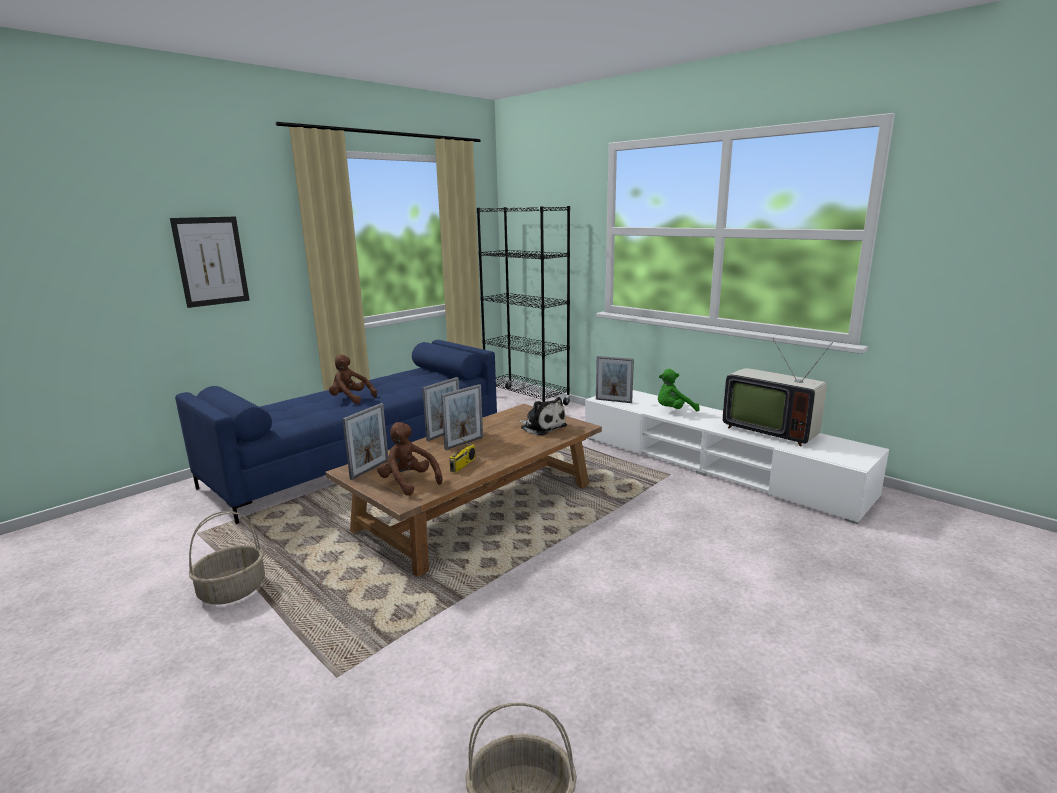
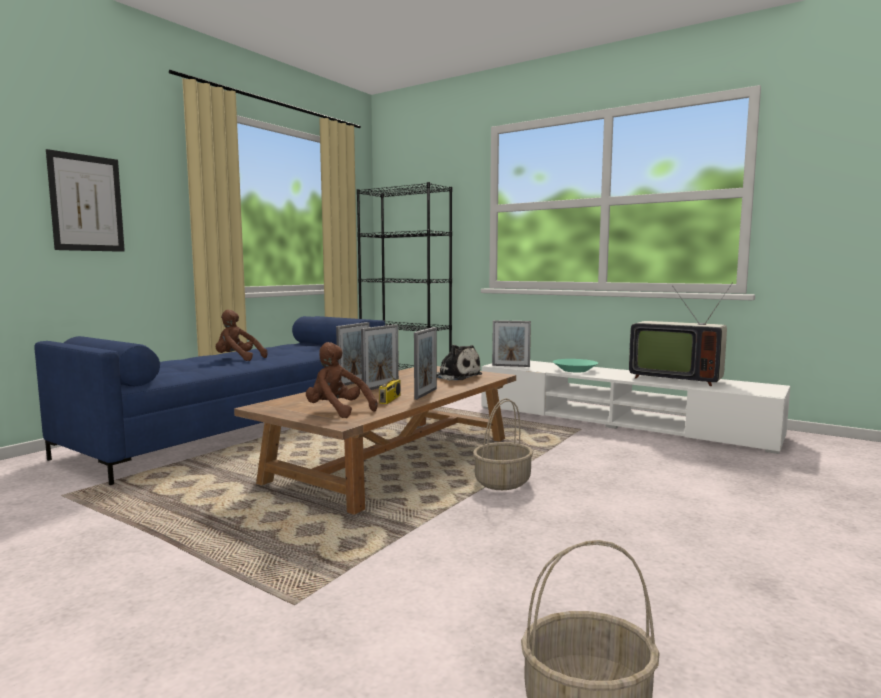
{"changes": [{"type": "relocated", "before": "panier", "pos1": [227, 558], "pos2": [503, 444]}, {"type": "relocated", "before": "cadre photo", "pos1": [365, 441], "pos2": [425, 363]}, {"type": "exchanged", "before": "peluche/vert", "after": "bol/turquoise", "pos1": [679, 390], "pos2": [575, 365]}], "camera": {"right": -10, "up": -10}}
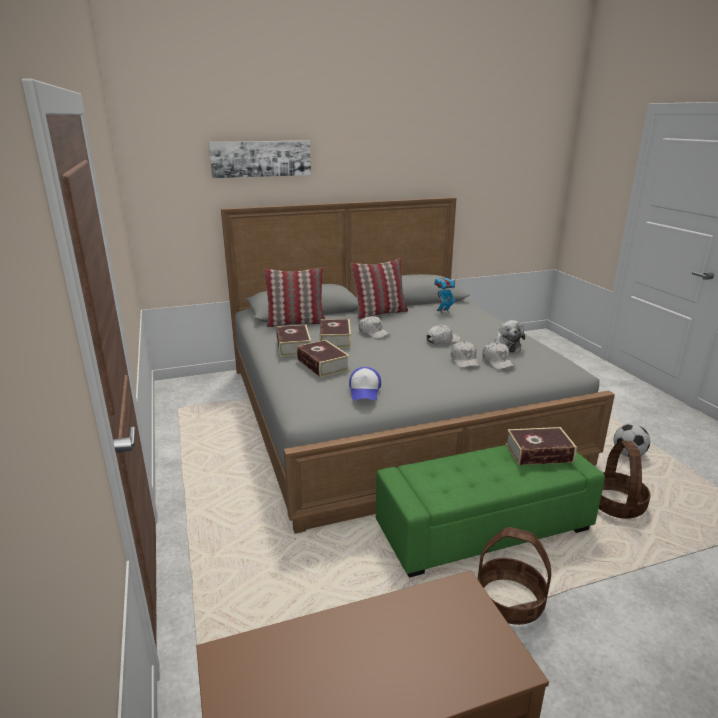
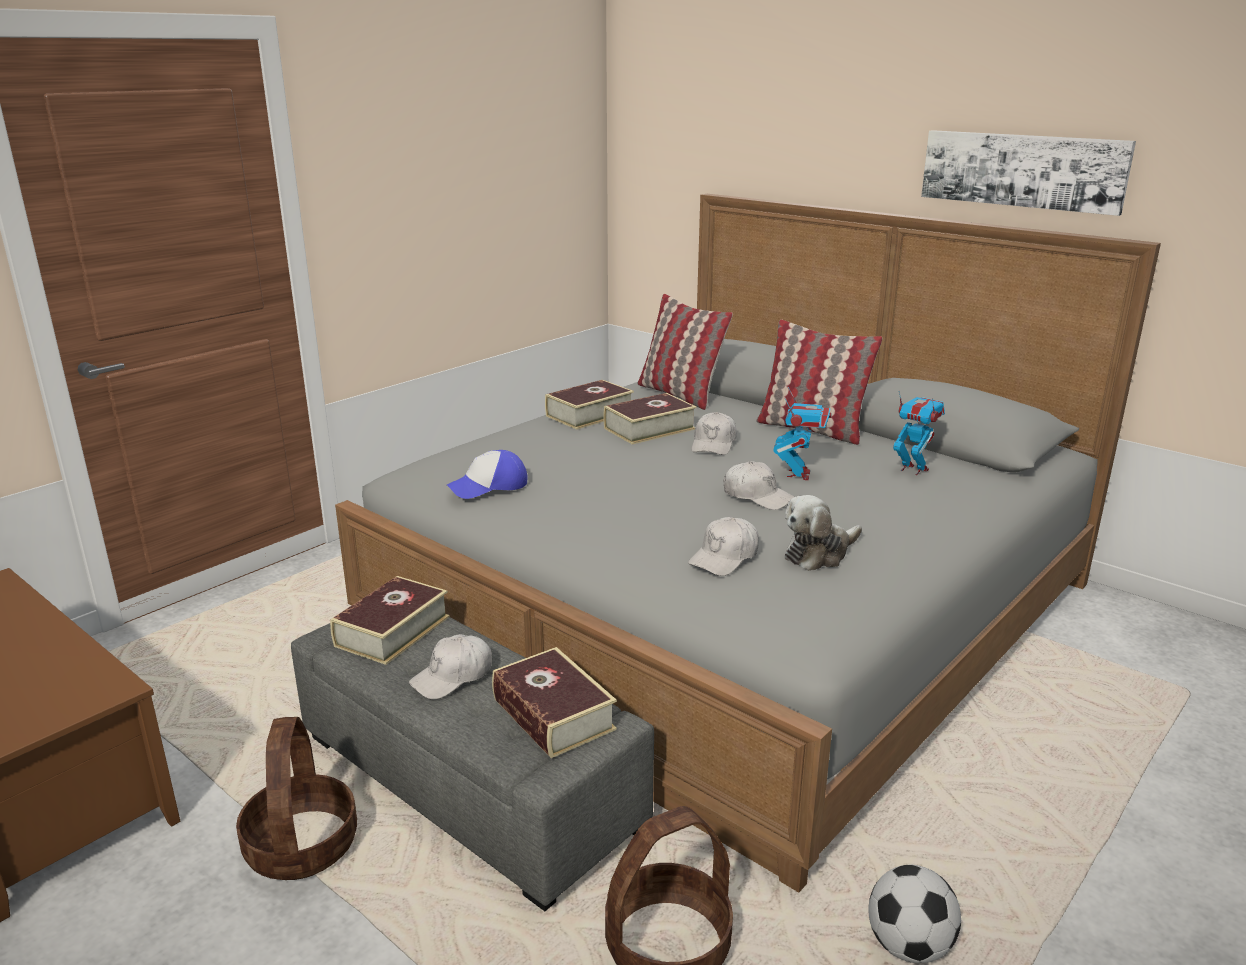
{"changes": [{"type": "appeared", "after": "robot jouet", "pos2": [803, 433]}, {"type": "relocated", "before": "tableau", "pos1": [259, 159], "pos2": [1028, 173]}, {"type": "relocated", "before": "livre", "pos1": [323, 359], "pos2": [390, 620]}, {"type": "relocated", "before": "casquette/blanc", "pos1": [465, 354], "pos2": [450, 667]}, {"type": "colour", "before": "pouf/vert", "after": "pouf/gris", "pos1": [490, 511], "pos2": [472, 764]}], "camera": {"right": 60, "up": 0}}
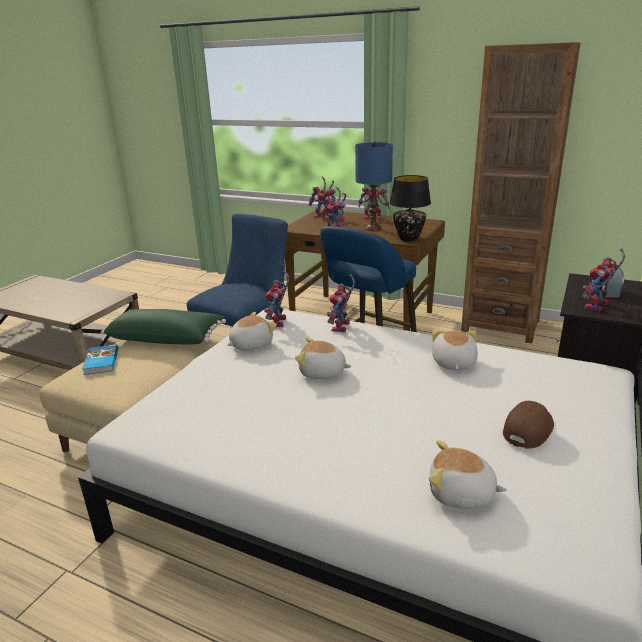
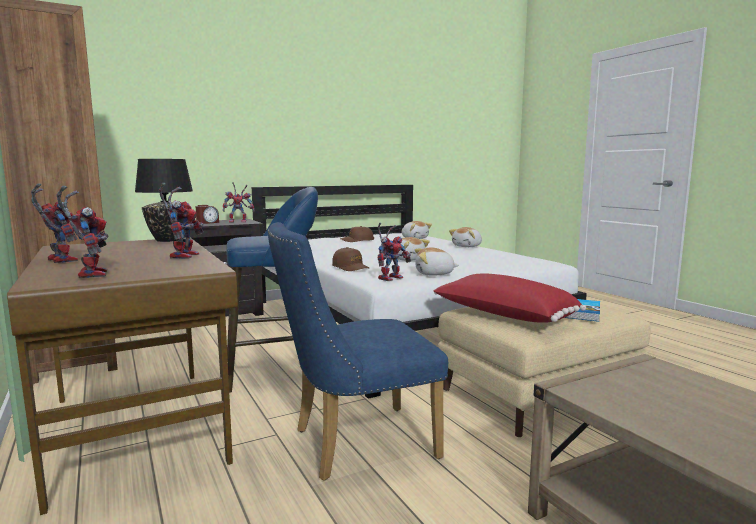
{"changes": [{"type": "missing", "before": "lampe de table/bleu", "pos1": [374, 186]}, {"type": "relocated", "before": "peluche", "pos1": [455, 349], "pos2": [465, 237]}, {"type": "exchanged", "before": "robot jouet", "after": "casquette/marron", "pos1": [341, 303], "pos2": [350, 259]}, {"type": "colour", "before": "coussin/vert", "after": "coussin/rouge", "pos1": [163, 326], "pos2": [510, 298]}], "camera": {"right": -145, "up": -15}}
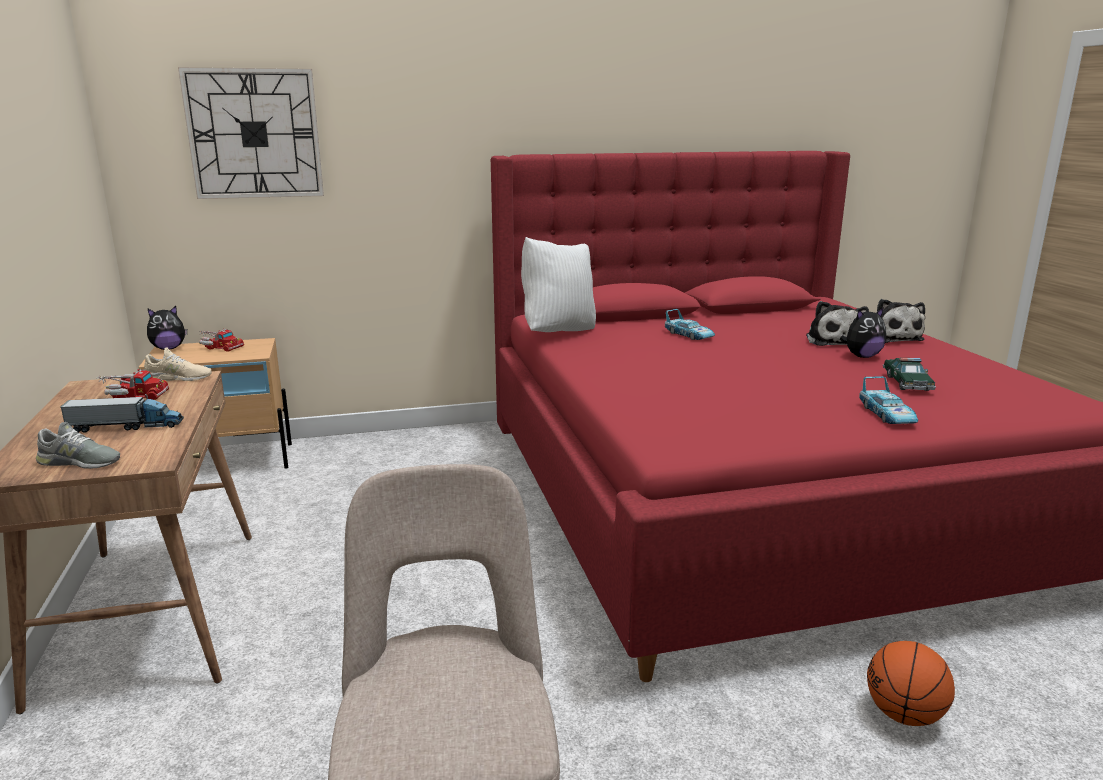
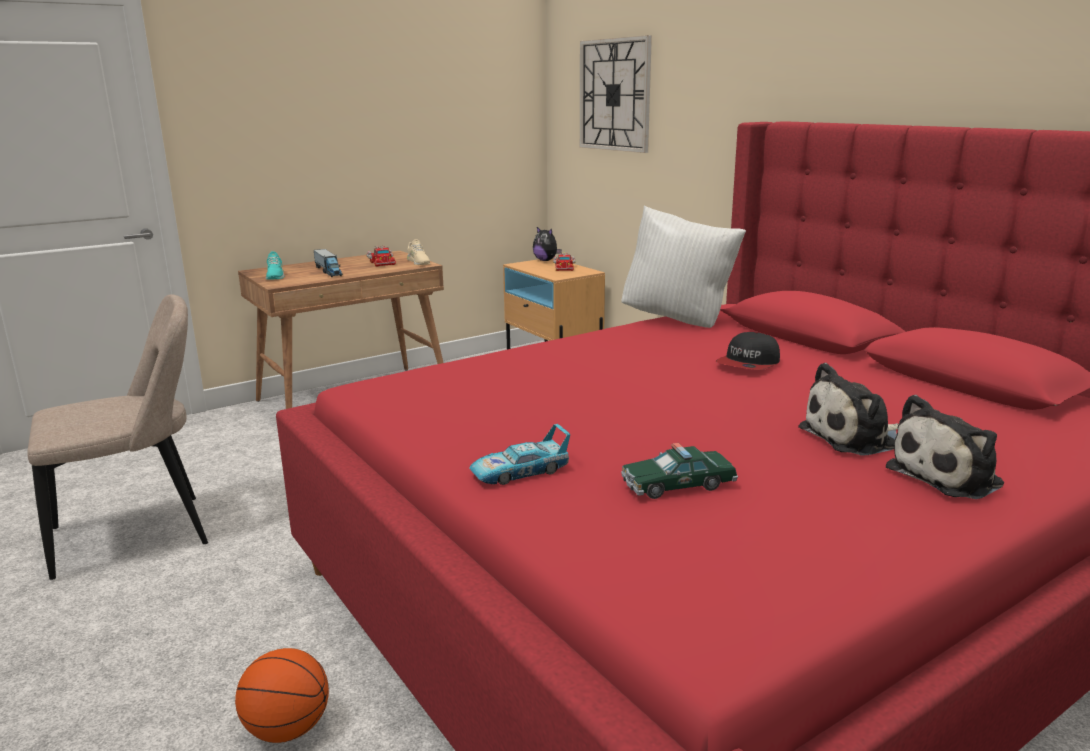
{"changes": [{"type": "missing", "before": "peluche", "pos1": [863, 332]}, {"type": "exchanged", "before": "petite voiture", "after": "casquette", "pos1": [690, 324], "pos2": [748, 351]}, {"type": "colour", "before": "chaussure/gris", "after": "chaussure/turquoise", "pos1": [78, 445], "pos2": [275, 265]}], "camera": {"right": 70, "up": 0}}
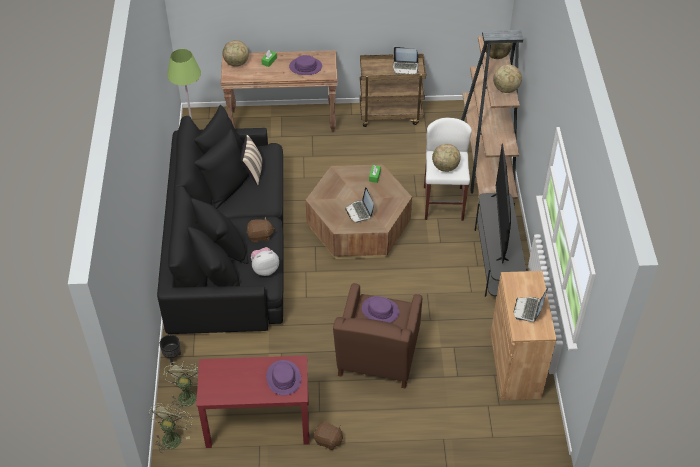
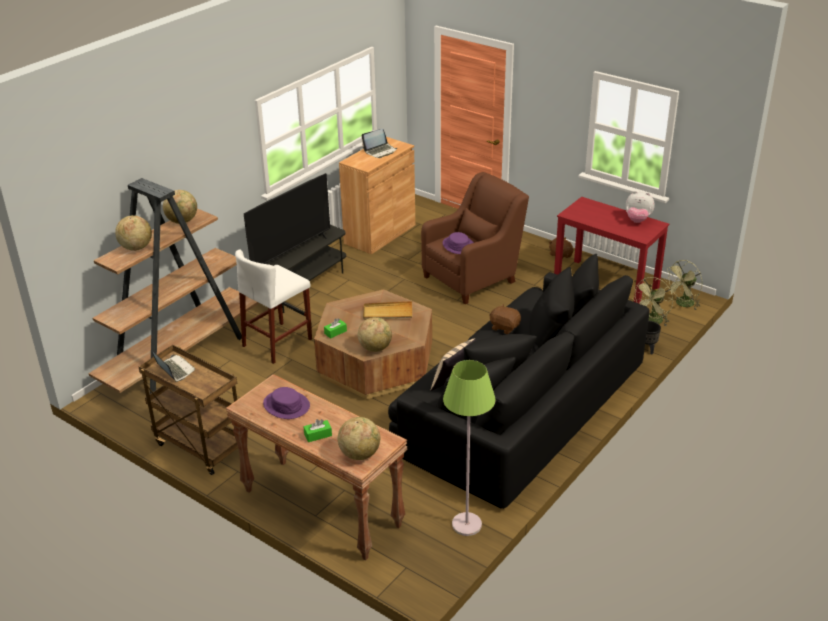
{"changes": [{"type": "missing", "before": "chapeau/violet", "pos1": [283, 377]}, {"type": "relocated", "before": "peluche", "pos1": [265, 261], "pos2": [640, 207]}, {"type": "relocated", "before": "globe", "pos1": [446, 158], "pos2": [375, 334]}, {"type": "exchanged", "before": "ordinateur portable", "after": "plateau/beige", "pos1": [359, 205], "pos2": [387, 310]}], "camera": {"right": -140, "up": -15}}
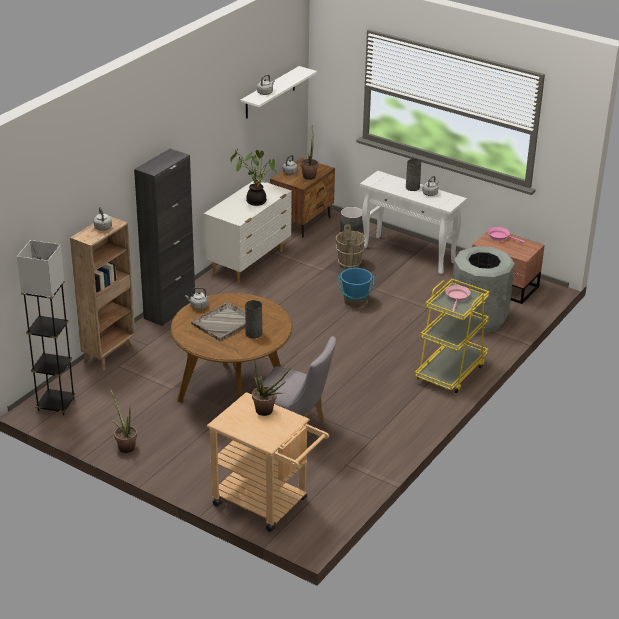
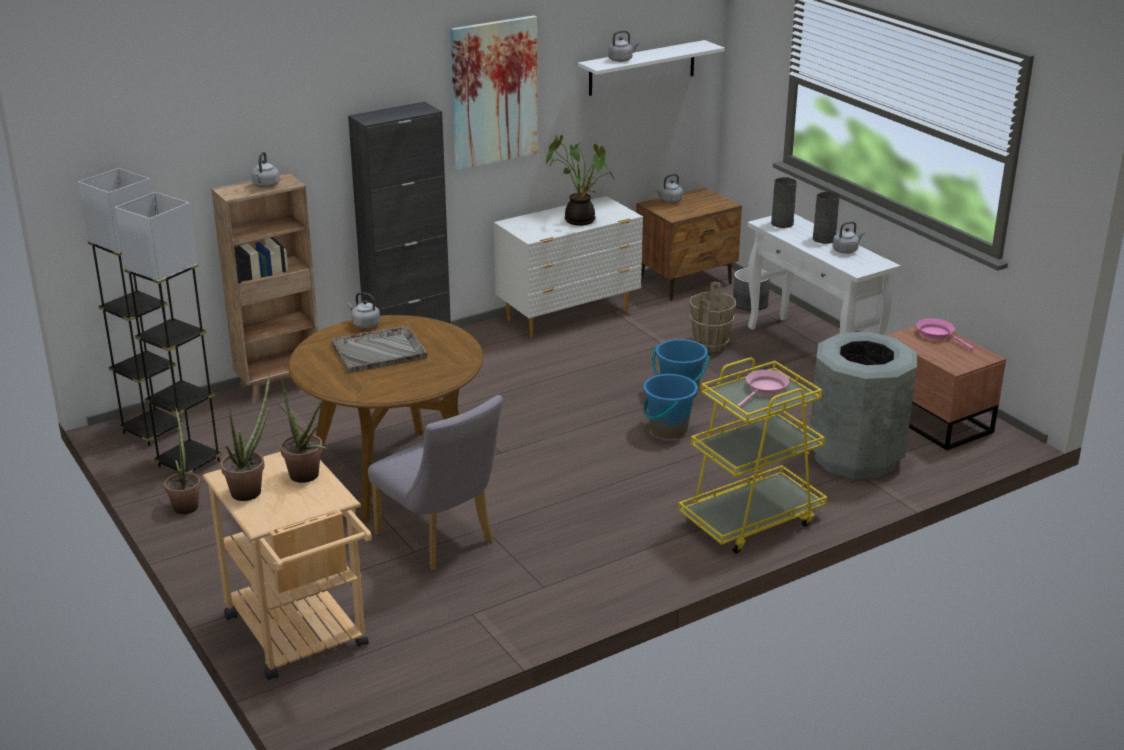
{"changes": [{"type": "appeared", "after": "lampadaire/gris", "pos2": [169, 332]}, {"type": "appeared", "after": "tableau", "pos2": [494, 92]}, {"type": "appeared", "after": "seau/bleu", "pos2": [670, 406]}, {"type": "relocated", "before": "vase/gris", "pos1": [253, 319], "pos2": [784, 203]}, {"type": "relocated", "before": "plante en pot", "pos1": [310, 153], "pos2": [245, 438]}], "camera": {"right": 25, "up": -5}}
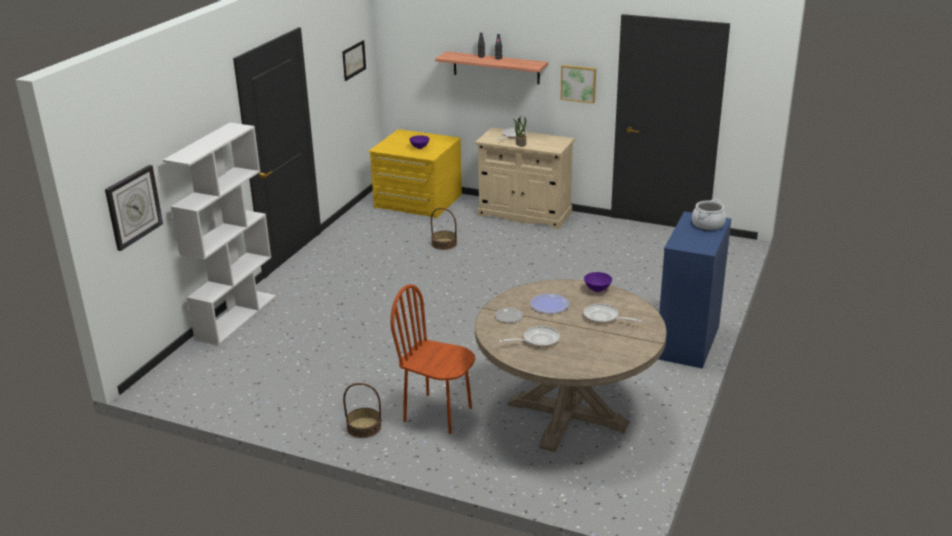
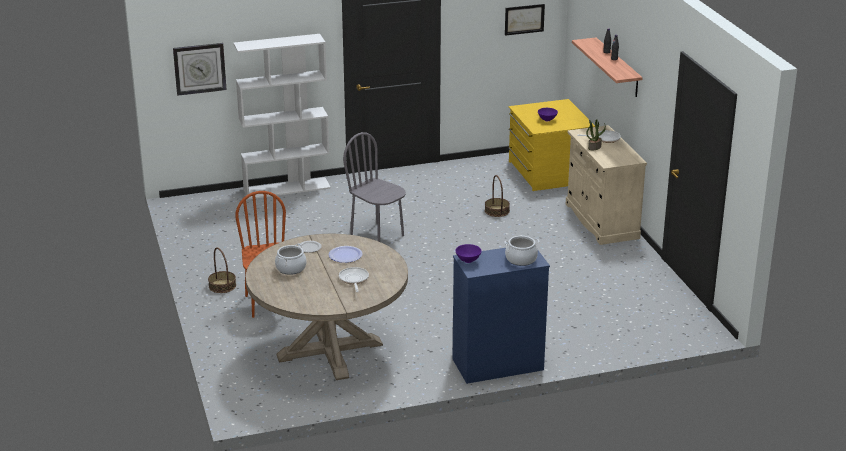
{"changes": [{"type": "missing", "before": "tableau", "pos1": [578, 84]}, {"type": "appeared", "after": "chaise/gris", "pos2": [374, 187]}, {"type": "relocated", "before": "bol/violet", "pos1": [598, 282], "pos2": [468, 253]}, {"type": "exchanged", "before": "poêle", "after": "marmite", "pos1": [529, 337], "pos2": [291, 259]}], "camera": {"right": 50, "up": 0}}
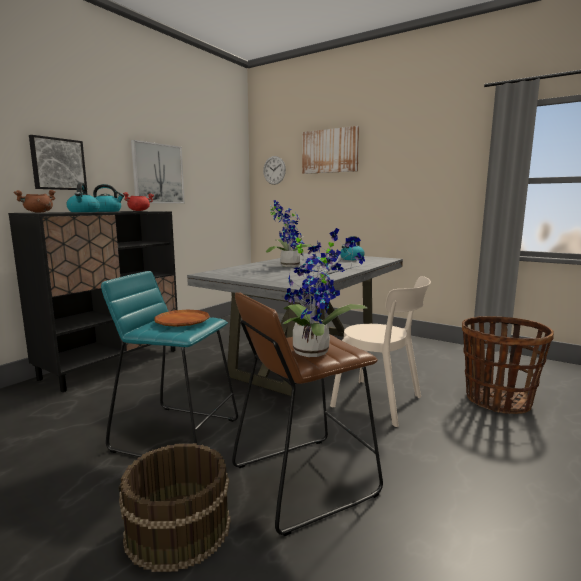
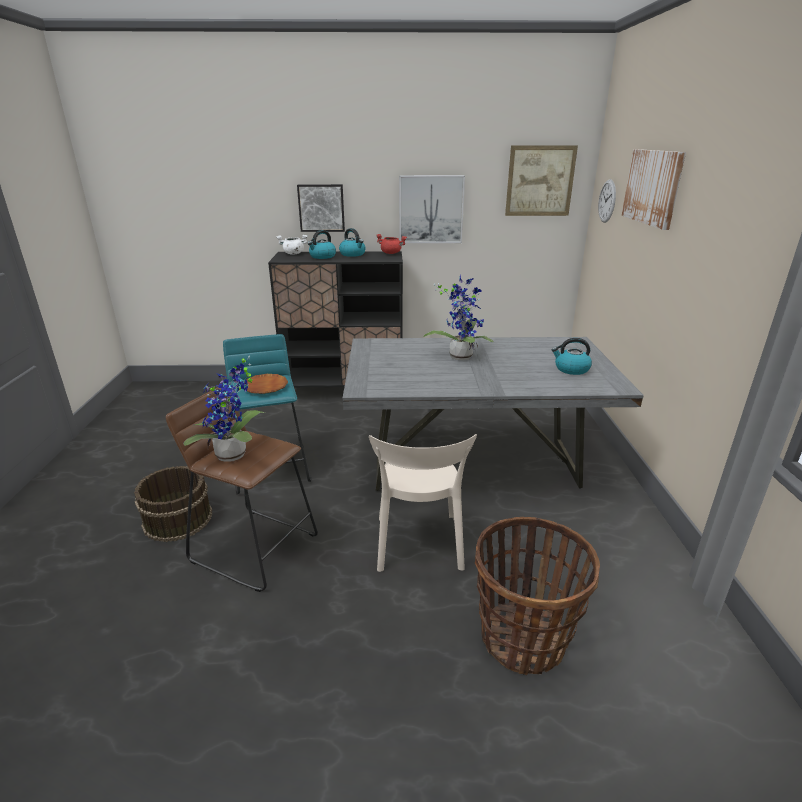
{"changes": [{"type": "appeared", "after": "tableau", "pos2": [541, 180]}, {"type": "colour", "before": "marmite/marron", "after": "marmite/blanc", "pos1": [34, 201], "pos2": [292, 245]}], "camera": {"right": 55, "up": 15}}
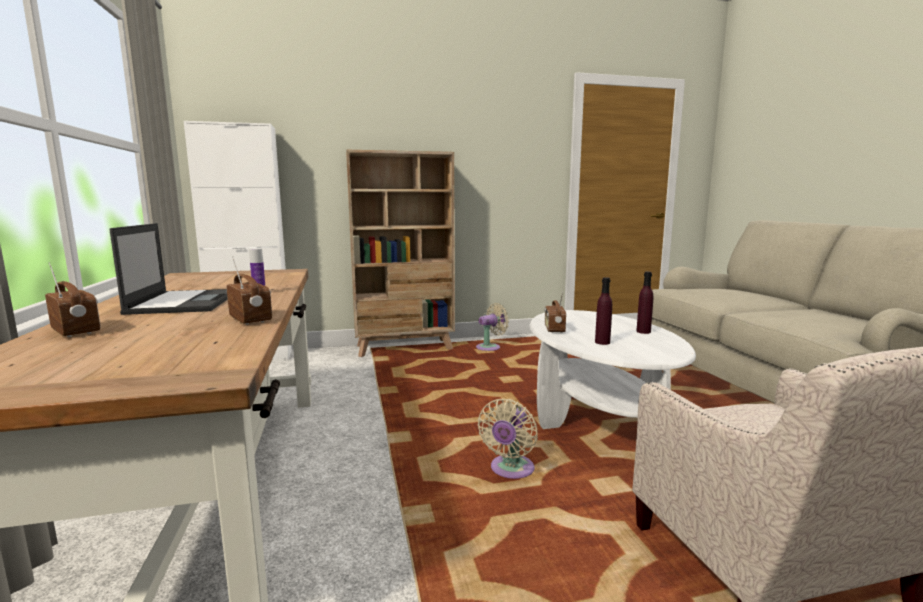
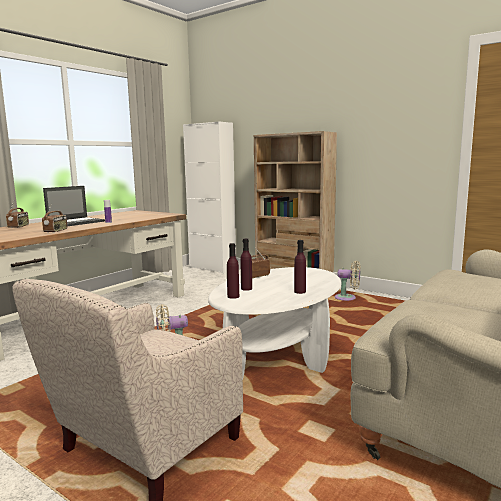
{"changes": [{"type": "appeared", "after": "bouteille/violet", "pos2": [233, 271]}], "camera": {"right": 50, "up": 0}}
